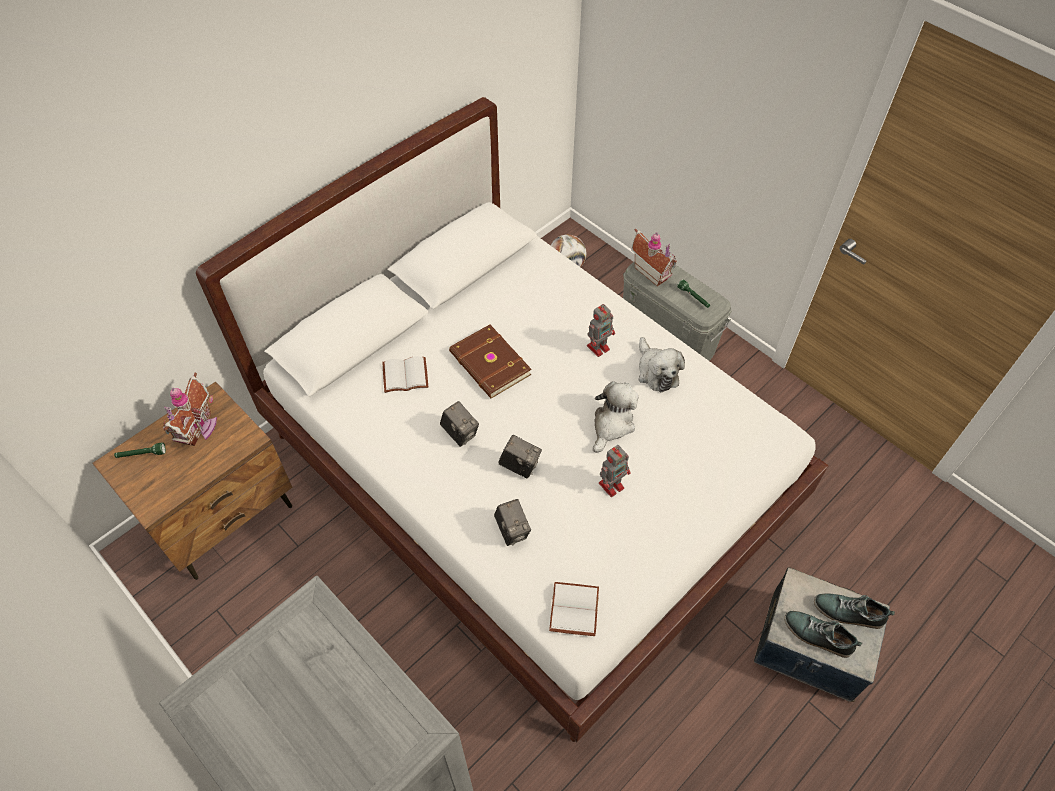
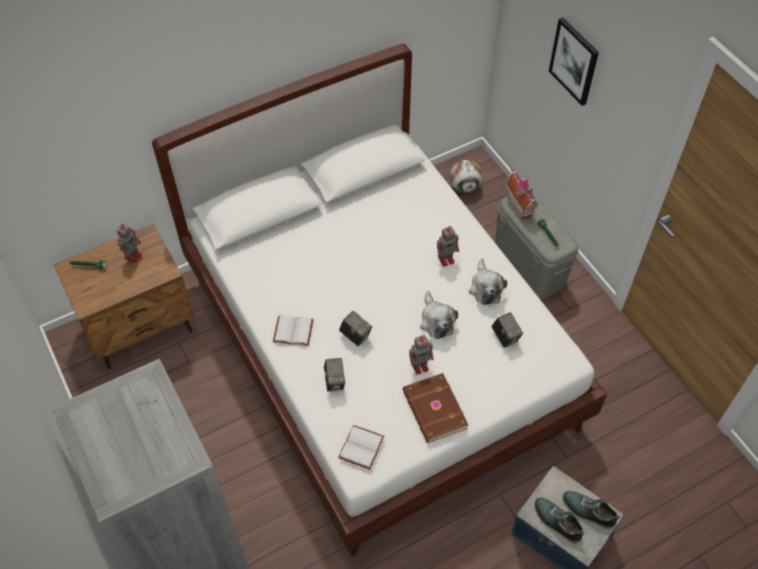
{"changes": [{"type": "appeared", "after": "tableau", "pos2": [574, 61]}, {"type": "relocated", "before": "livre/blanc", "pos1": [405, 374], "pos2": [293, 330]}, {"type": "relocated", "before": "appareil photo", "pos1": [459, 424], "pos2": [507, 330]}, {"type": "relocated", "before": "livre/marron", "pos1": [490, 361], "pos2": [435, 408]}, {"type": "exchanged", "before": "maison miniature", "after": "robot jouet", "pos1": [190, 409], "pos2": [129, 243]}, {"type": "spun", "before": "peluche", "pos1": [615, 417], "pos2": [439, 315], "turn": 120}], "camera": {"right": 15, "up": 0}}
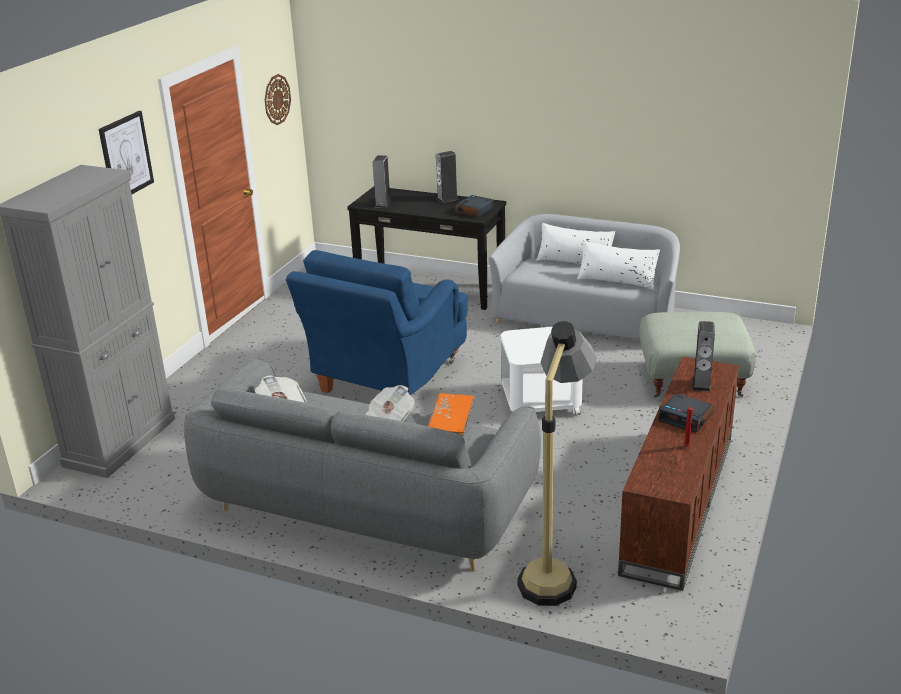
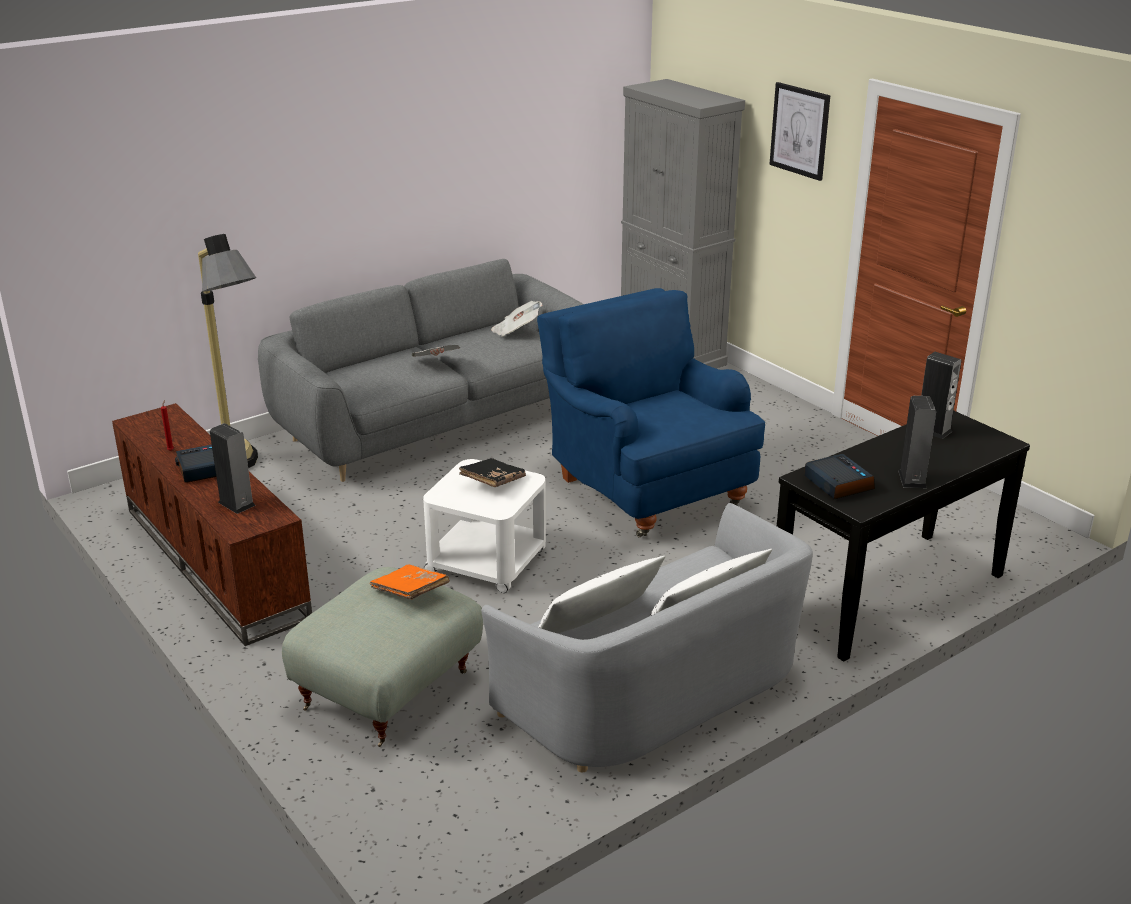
{"changes": [{"type": "missing", "before": "horloge murale", "pos1": [278, 99]}, {"type": "appeared", "after": "livre/noir", "pos2": [492, 472]}, {"type": "relocated", "before": "livre/orange", "pos1": [451, 414], "pos2": [410, 582]}], "camera": {"right": 120, "up": 0}}
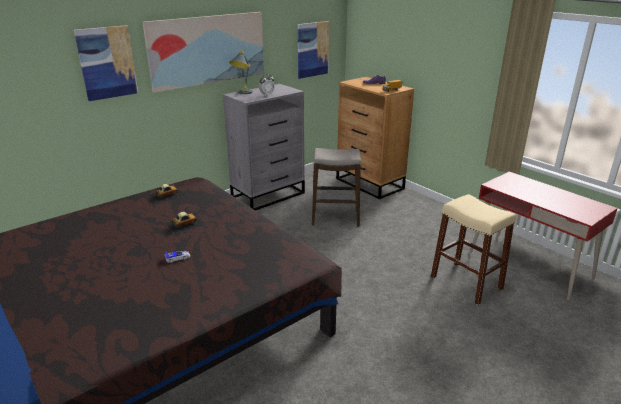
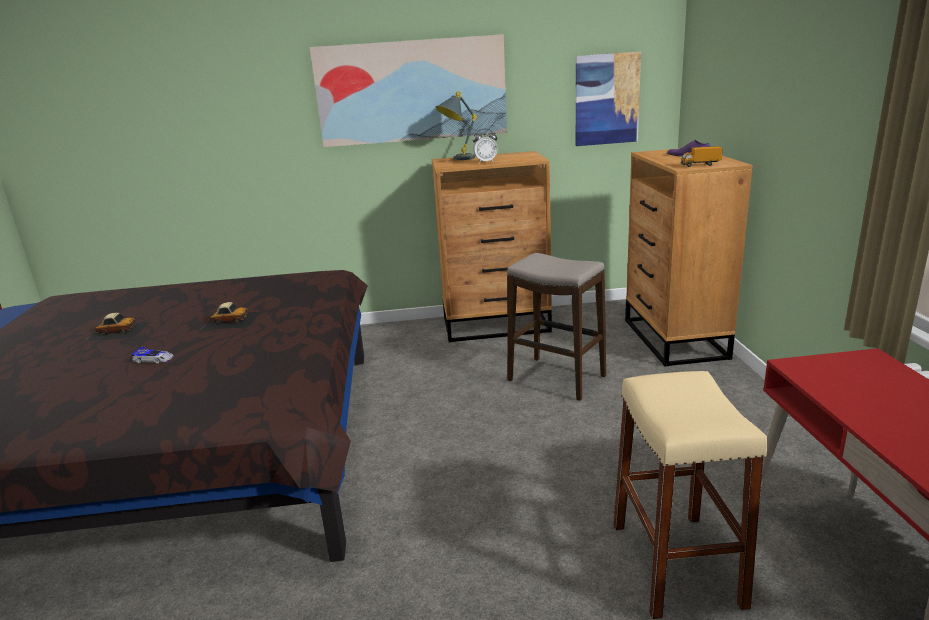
{"changes": [{"type": "missing", "before": "tableau", "pos1": [106, 63]}, {"type": "relocated", "before": "petite voiture", "pos1": [167, 193], "pos2": [117, 327]}, {"type": "colour", "before": "commode/gris", "after": "commode/marron", "pos1": [264, 147], "pos2": [492, 246]}], "camera": {"right": 35, "up": -5}}
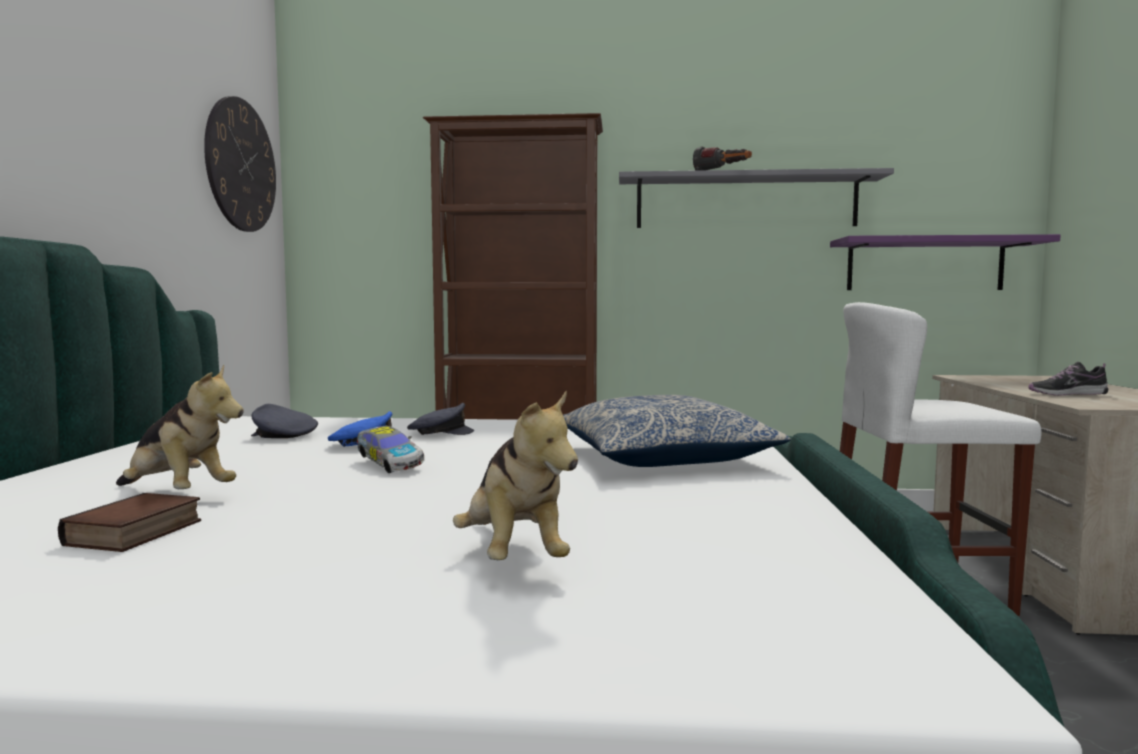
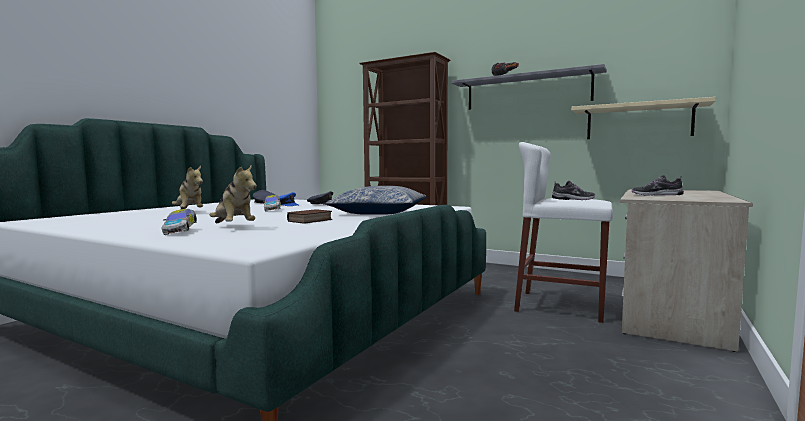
{"changes": [{"type": "missing", "before": "horloge murale", "pos1": [240, 164]}, {"type": "appeared", "after": "petite voiture", "pos2": [179, 222]}, {"type": "appeared", "after": "chaussure", "pos2": [573, 190]}, {"type": "relocated", "before": "livre", "pos1": [129, 522], "pos2": [309, 216]}, {"type": "colour", "before": "étagère/violet", "after": "étagère/beige", "pos1": [945, 262], "pos2": [643, 118]}, {"type": "spun", "before": "peluche", "pos1": [515, 475], "pos2": [233, 194], "turn": -45}], "camera": {"right": 25, "up": 0}}
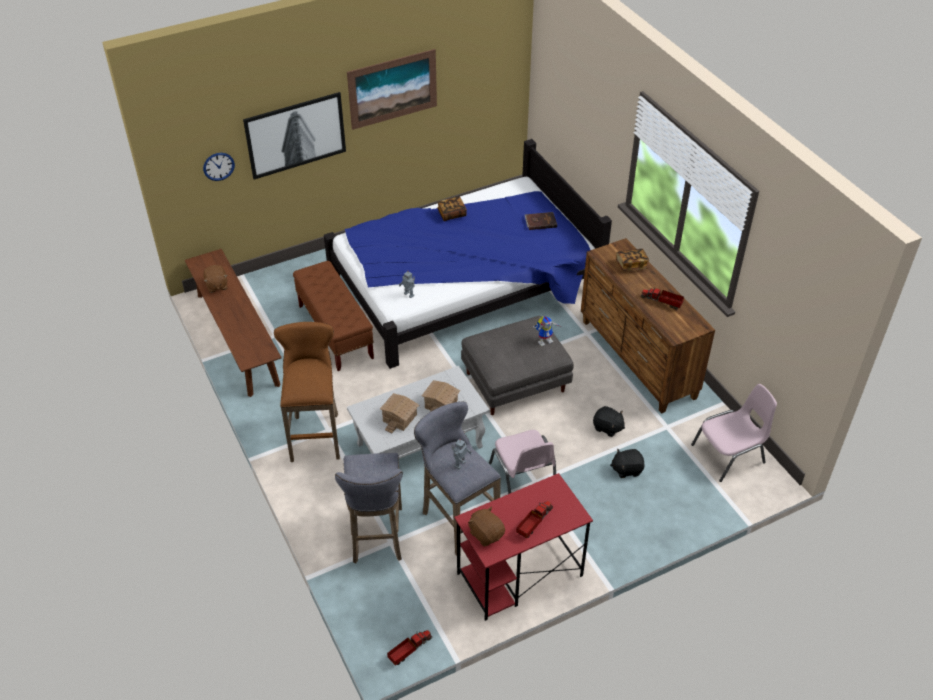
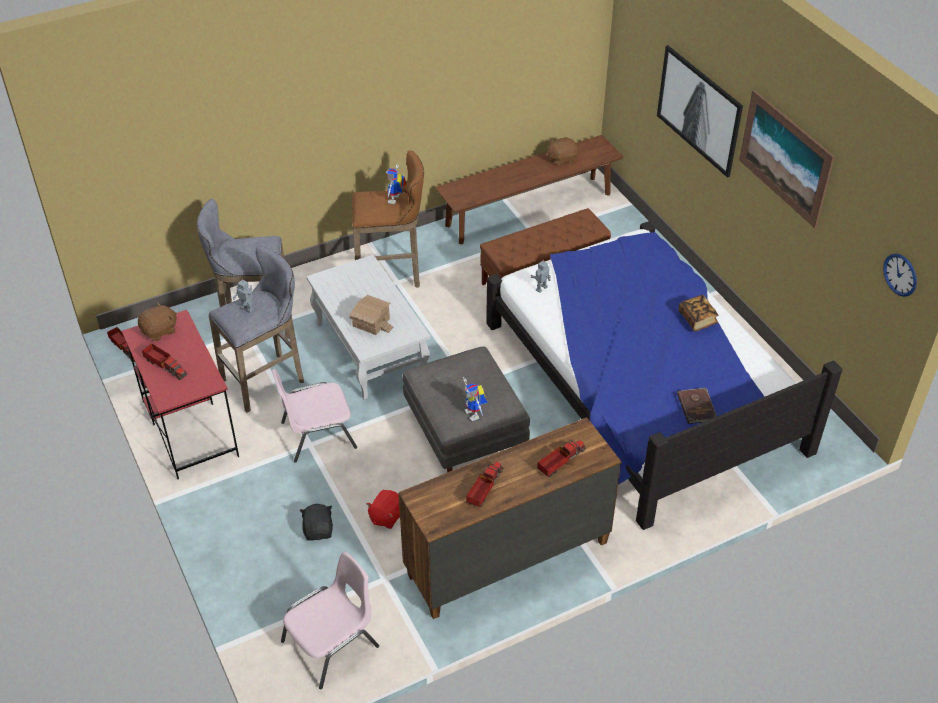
{"changes": [{"type": "missing", "before": "maison miniature", "pos1": [399, 413]}, {"type": "appeared", "after": "robot jouet", "pos2": [396, 184]}, {"type": "relocated", "before": "horloge murale", "pos1": [219, 167], "pos2": [900, 275]}, {"type": "exchanged", "before": "livre", "after": "camion jouet", "pos1": [632, 260], "pos2": [561, 458]}, {"type": "colour", "before": "peluche/noir", "after": "peluche/rouge", "pos1": [609, 421], "pos2": [383, 509]}, {"type": "spun", "before": "chaise/rose", "pos1": [734, 433], "pos2": [330, 621], "turn": -105}], "camera": {"right": 90, "up": 0}}
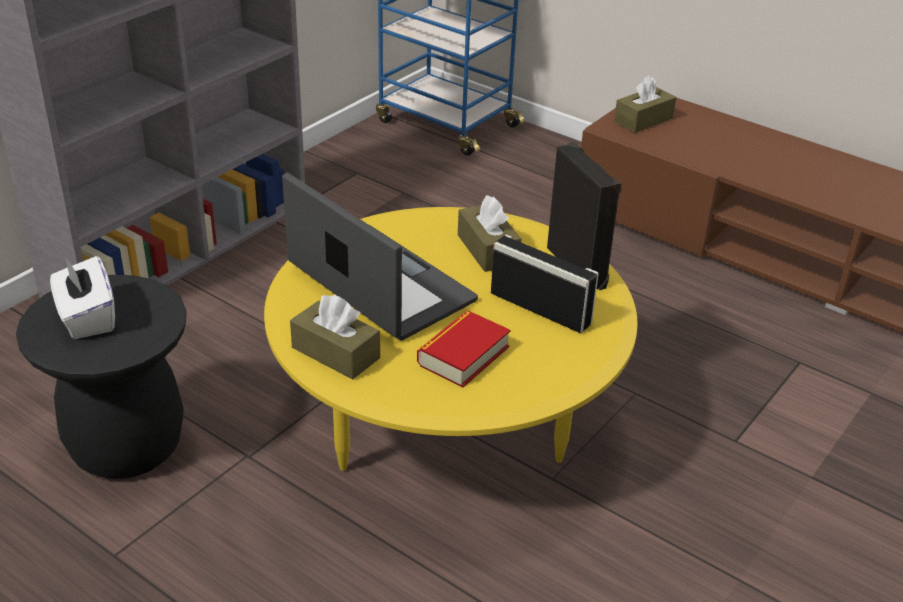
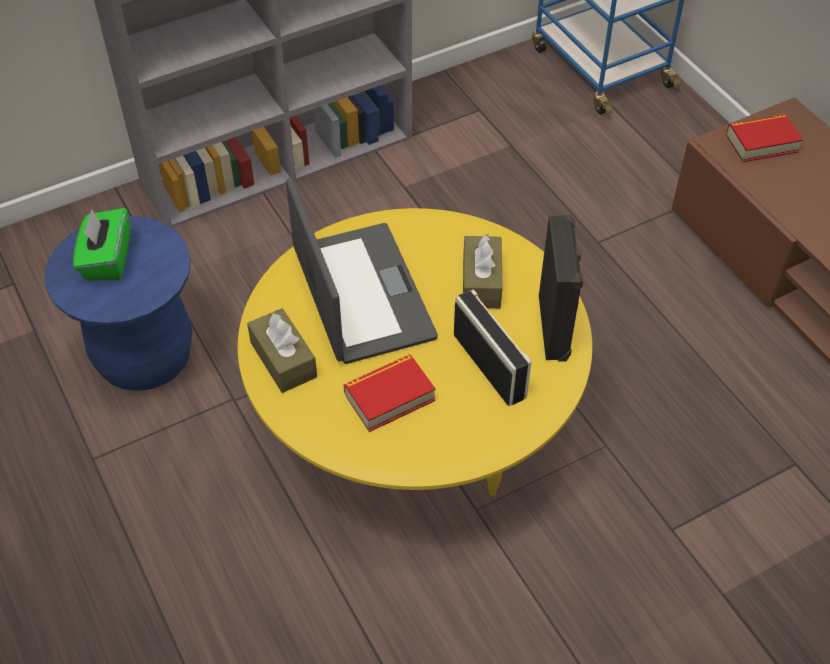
{"changes": [{"type": "exchanged", "before": "boîte à mouchoirs/marron", "after": "livre", "pos1": [645, 104], "pos2": [764, 138]}, {"type": "colour", "before": "tabouret/noir", "after": "tabouret/bleu", "pos1": [101, 377], "pos2": [118, 303]}, {"type": "colour", "before": "boîte à mouchoirs/blanc", "after": "boîte à mouchoirs/vert", "pos1": [82, 297], "pos2": [101, 244]}], "camera": {"right": 25, "up": 15}}
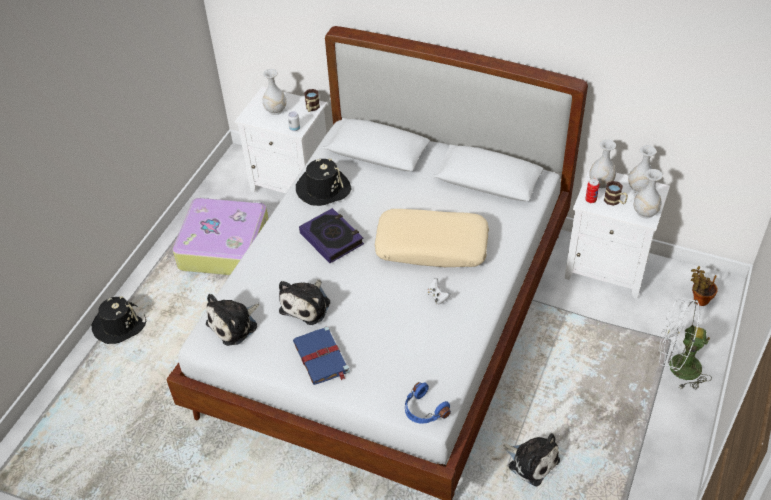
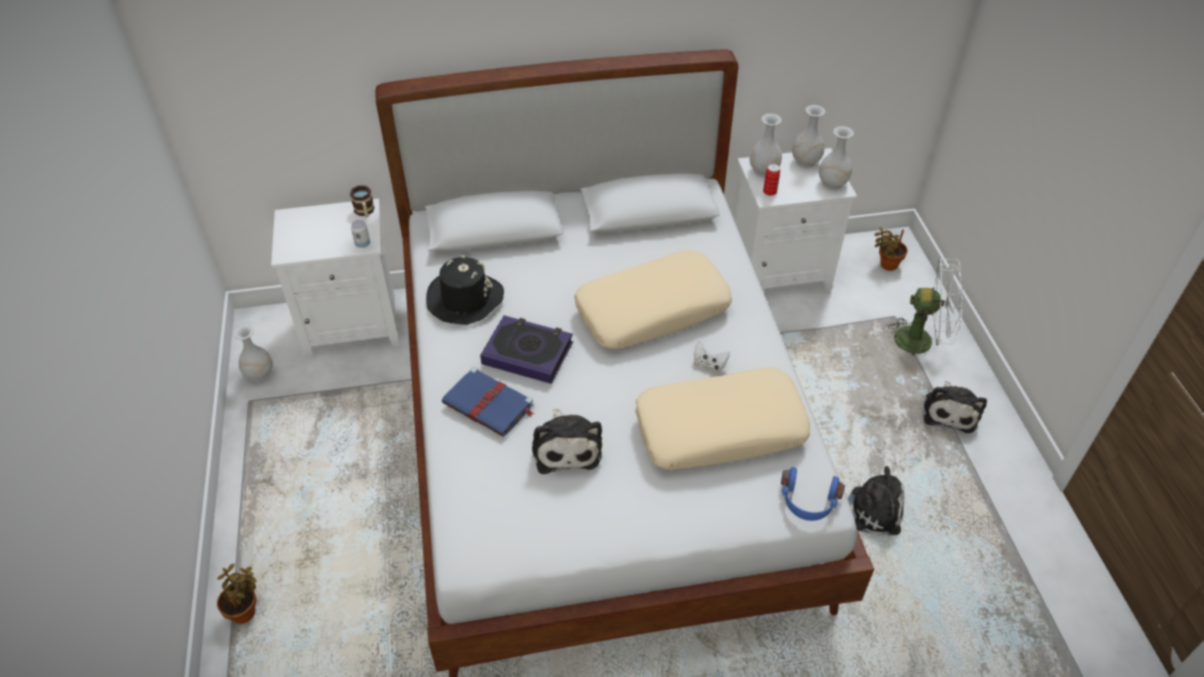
{"changes": [{"type": "missing", "before": "valise", "pos1": [221, 236]}, {"type": "missing", "before": "mug", "pos1": [616, 193]}, {"type": "appeared", "after": "coussin/beige", "pos2": [722, 418]}, {"type": "relocated", "before": "peluche", "pos1": [233, 320], "pos2": [955, 407]}, {"type": "relocated", "before": "vase/blanc", "pos1": [274, 92], "pos2": [253, 353]}, {"type": "relocated", "before": "livre/bleu", "pos1": [321, 355], "pos2": [488, 402]}, {"type": "exchanged", "before": "chapeau/noir", "after": "plante en pot", "pos1": [119, 320], "pos2": [236, 594]}, {"type": "spun", "before": "ventilateur/blanc", "pos1": [685, 343], "pos2": [923, 312], "turn": -150}], "camera": {"right": -35, "up": 0}}
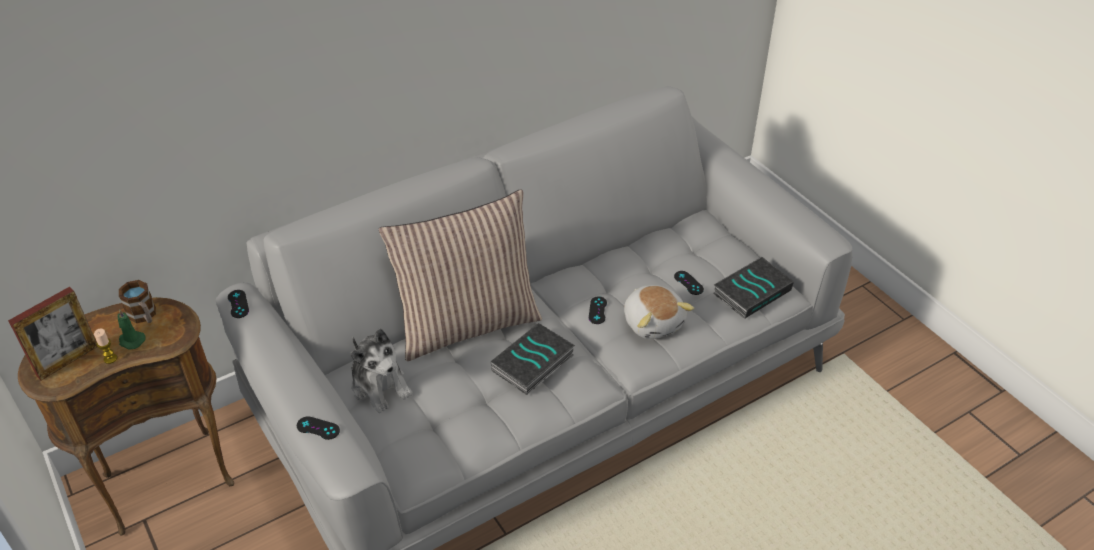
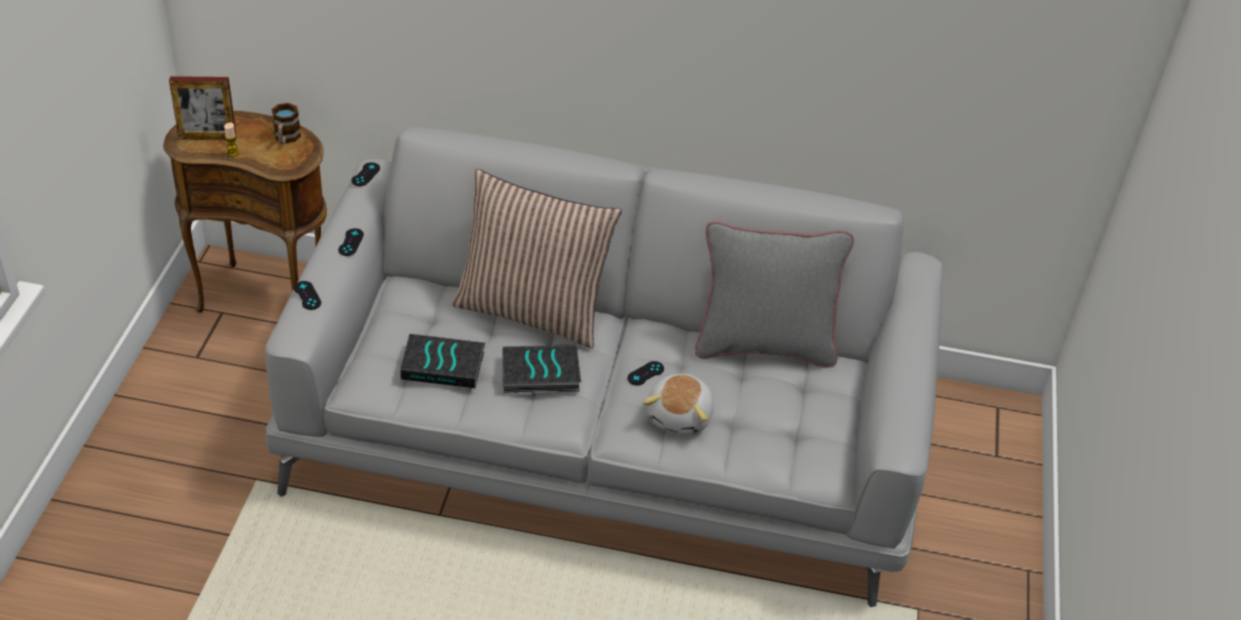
{"changes": [{"type": "missing", "before": "bougie/vert", "pos1": [132, 329]}, {"type": "missing", "before": "peluche", "pos1": [381, 370]}, {"type": "appeared", "after": "coussin/gris", "pos2": [774, 294]}, {"type": "relocated", "before": "manette/noir", "pos1": [689, 283], "pos2": [351, 242]}, {"type": "relocated", "before": "livre", "pos1": [753, 288], "pos2": [443, 361]}], "camera": {"right": 40, "up": 0}}
